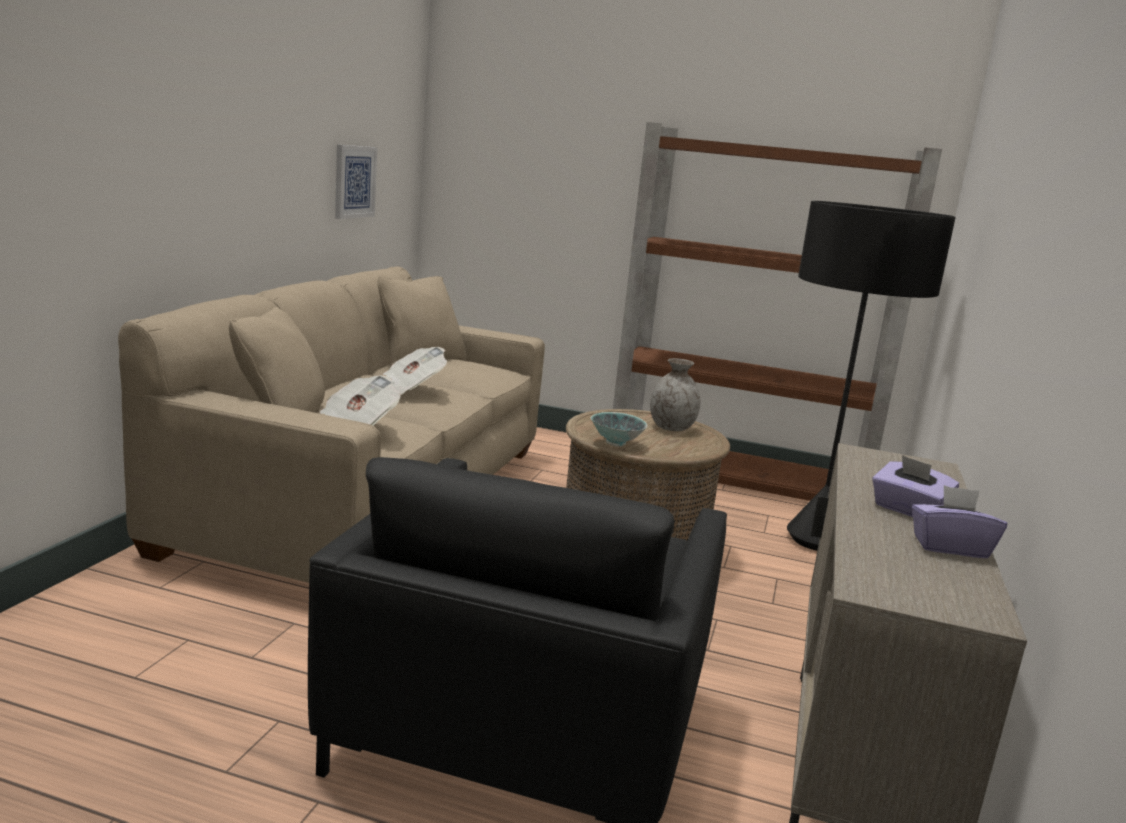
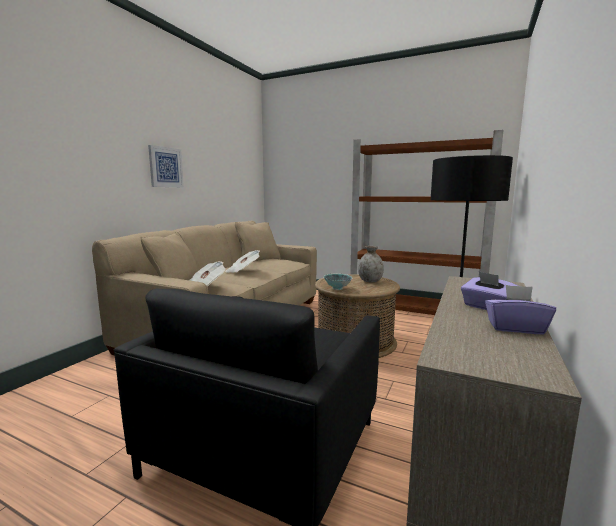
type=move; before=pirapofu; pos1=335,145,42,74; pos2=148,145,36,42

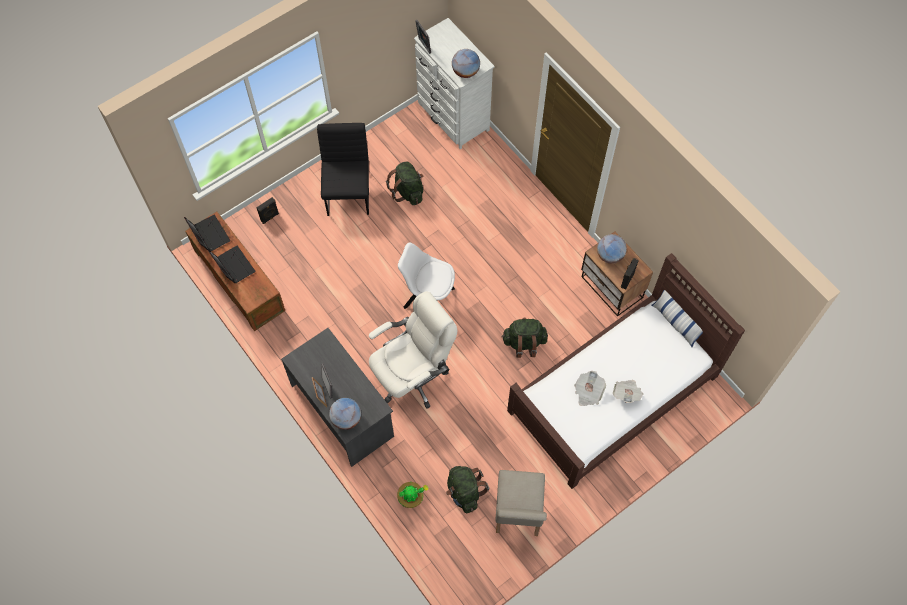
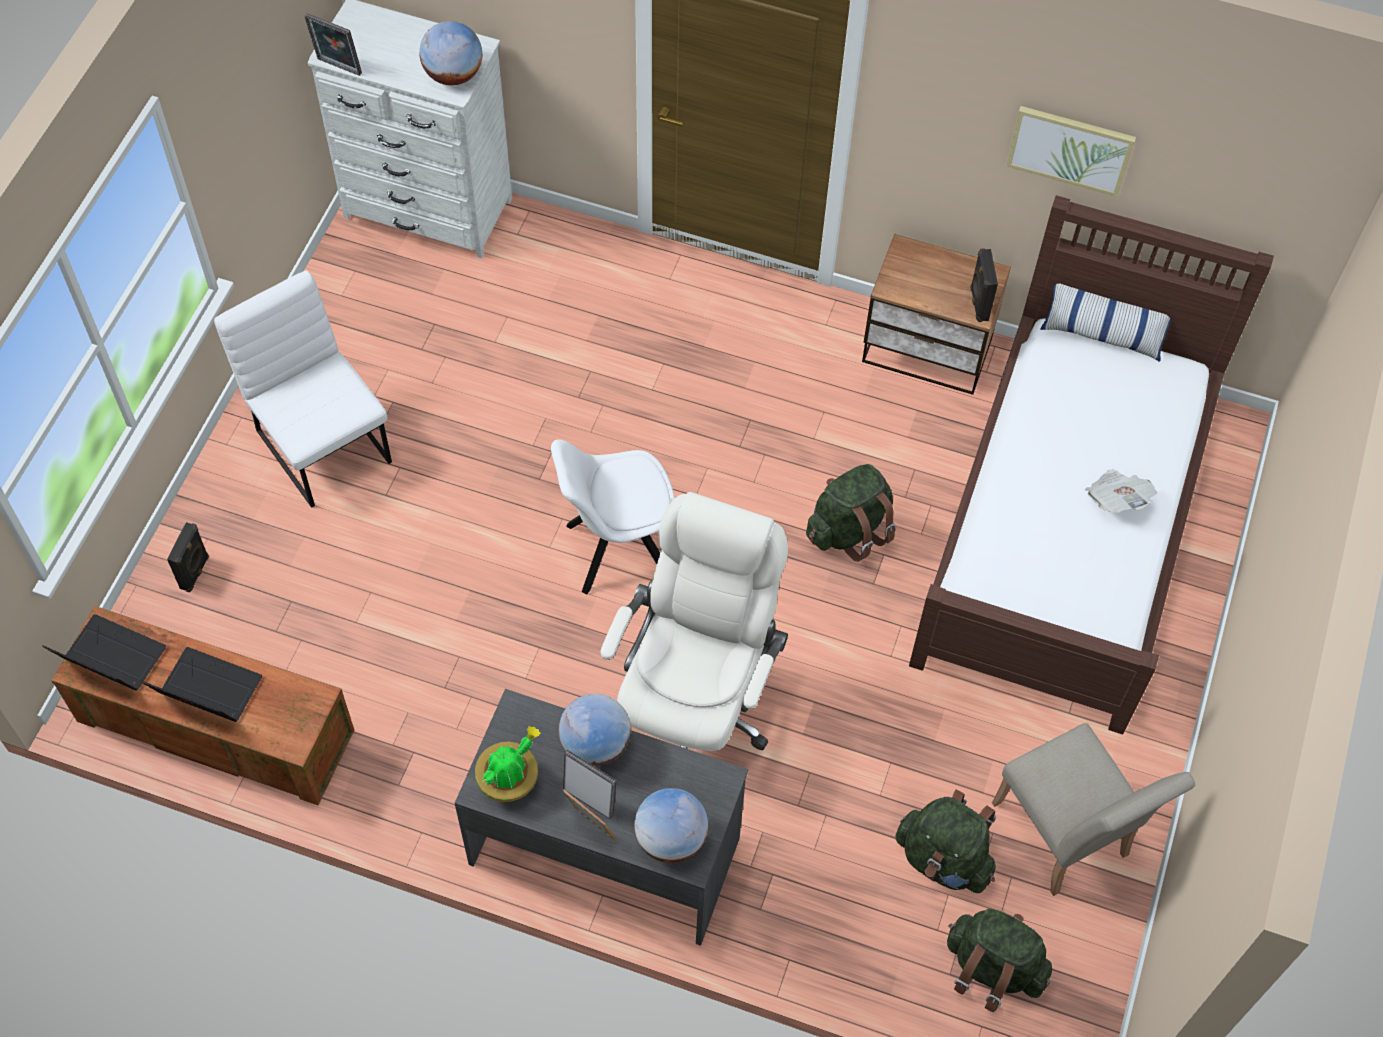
type=delete; before=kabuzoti; pos1=575,371,31,35
type=insert; after=pirapofu; pos2=1006,106,130,91
type=move; before=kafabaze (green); pos1=386,162,37,43; pos2=947,909,105,103
type=move; before=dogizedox; pos1=397,482,31,26; pos2=475,726,65,76
type=move; before=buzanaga; pos1=597,234,30,30; pos2=559,694,72,72
type=recolor; before=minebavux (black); after=minebavux (white); pos1=317,123,52,93; pos2=214,270,178,238

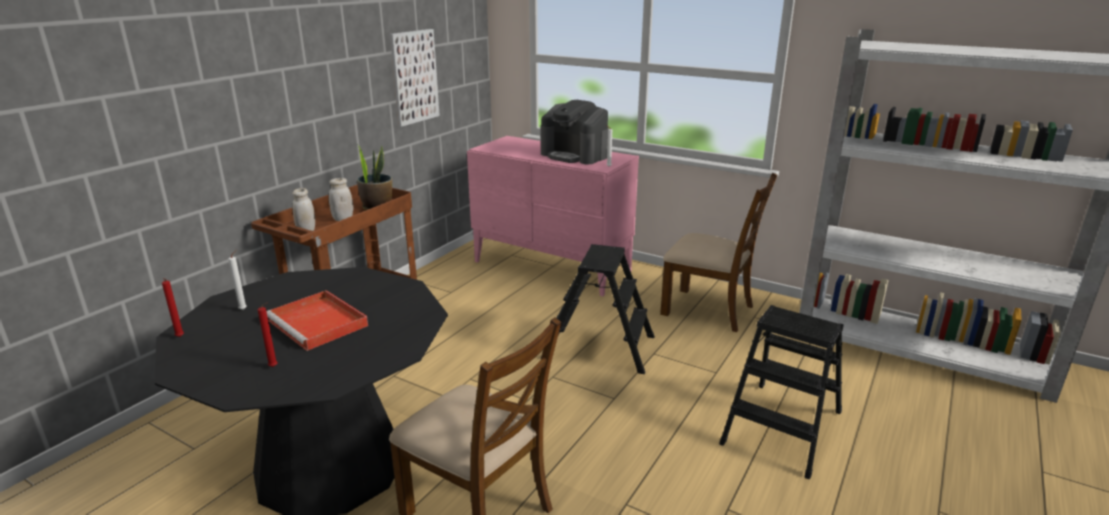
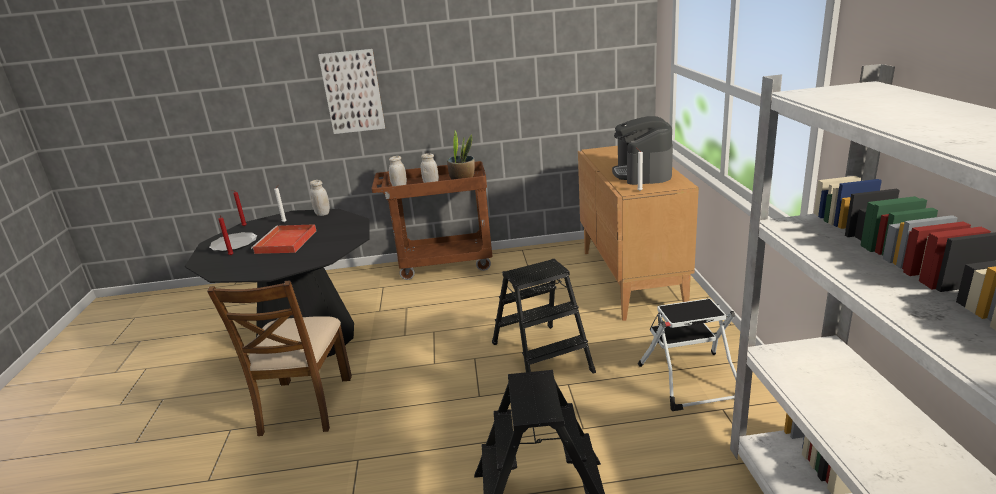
type=insert; after=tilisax; pos2=209,232,48,20
type=insert; after=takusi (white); pos2=310,180,20,36
type=move; before=pirapofu; pos1=390,29,50,98; pos2=318,49,67,85
type=replace; before=minebavux (brown); after=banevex; pos1=660,173,117,159; pos2=638,299,99,112
type=recolor; before=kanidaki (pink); after=kanidaki (brown); pos1=467,136,172,160; pos2=578,146,121,175

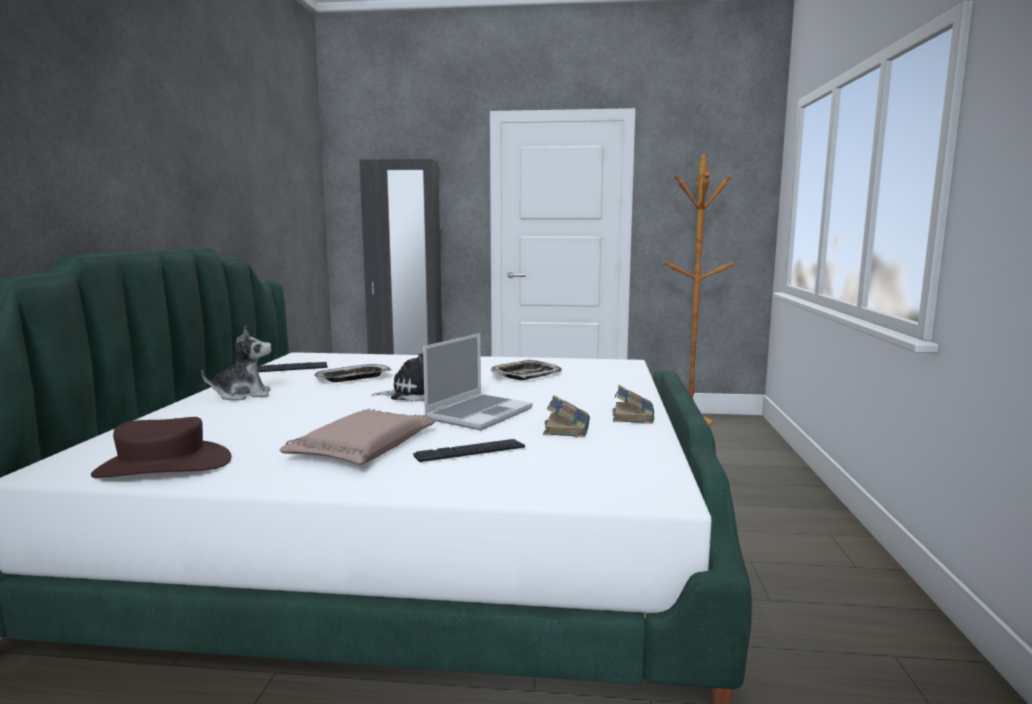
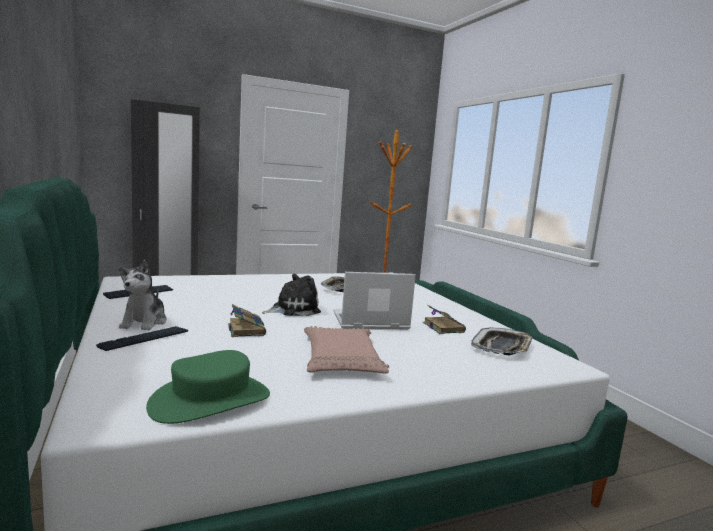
type=move; before=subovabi; pos1=315,364,77,18; pos2=471,327,62,28
type=move; before=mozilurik; pos1=413,439,112,23; pos2=96,326,92,25
type=move; before=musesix; pos1=612,385,42,39; pos2=228,304,38,33
type=recolor; before=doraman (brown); after=doraman (green); pos1=91,417,140,61; pos2=146,350,124,74
type=rotate; before=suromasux; pos1=202,326,70,74; pos2=119,260,48,71; turn=135
type=rotate; before=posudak; pos1=423,333,110,97; pos2=333,272,83,58; turn=-105

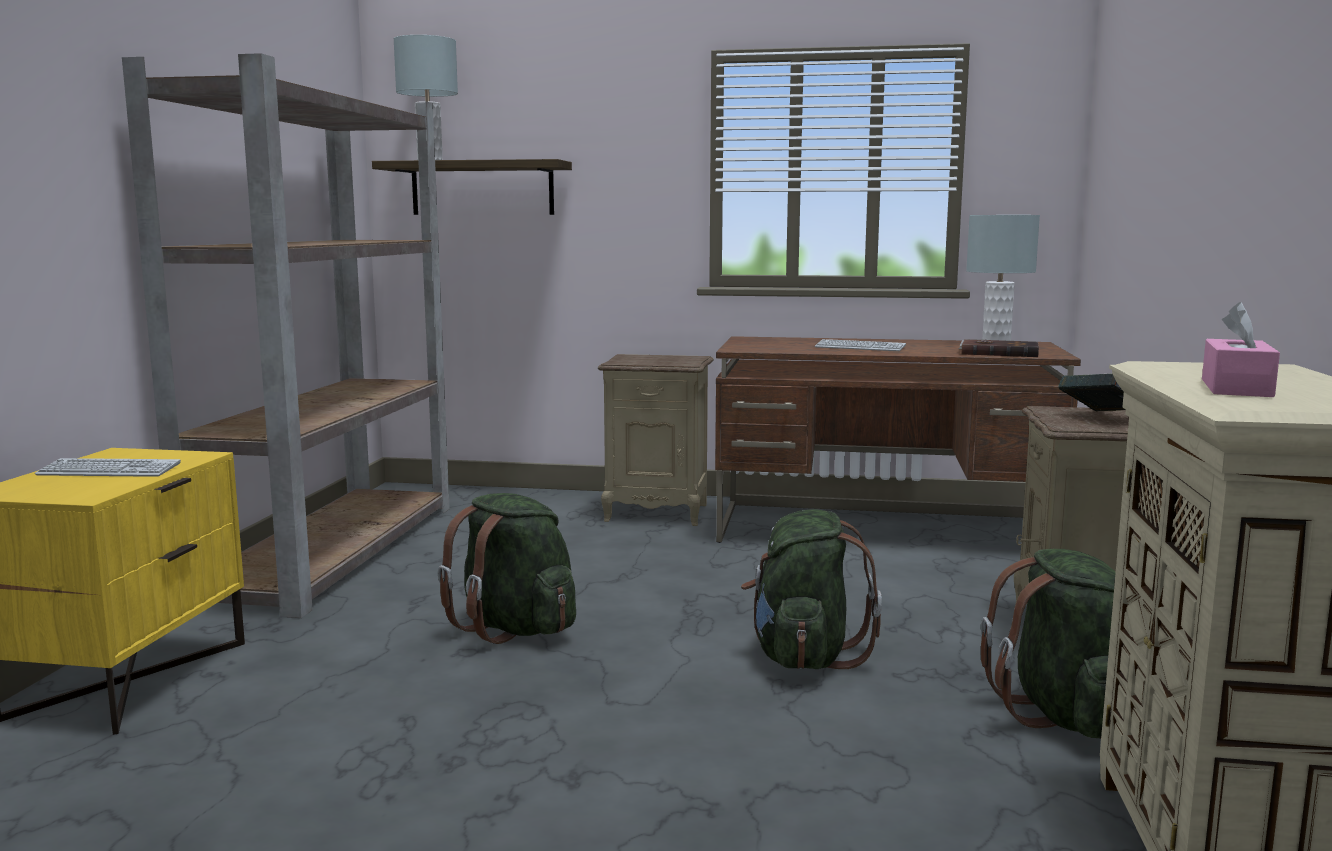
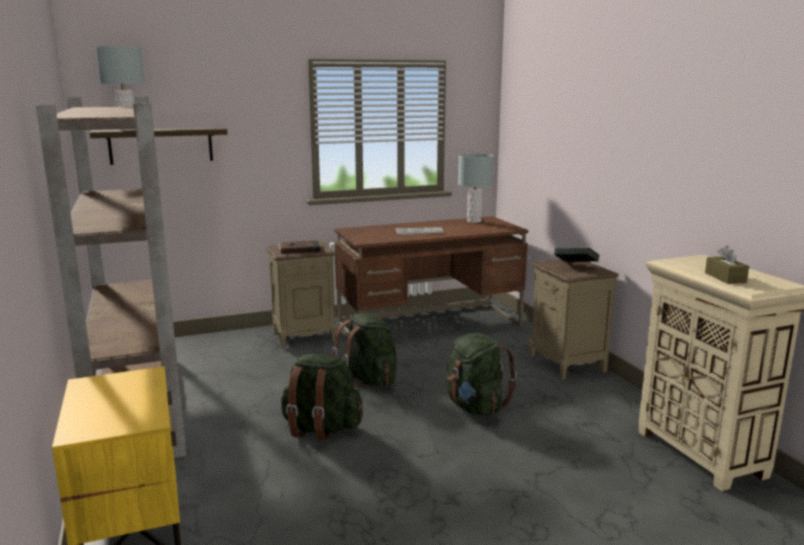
type=delete; before=mozilurik; pos1=35,458,146,19
type=move; before=musesix (brown); pos1=959,339,80,18; pos2=279,240,41,14
type=move; before=kafabaze (green); pos1=981,549,135,190; pos2=332,313,65,75
type=recolor; before=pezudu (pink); after=pezudu (brown); pos1=1202,302,78,95; pos2=705,246,44,38

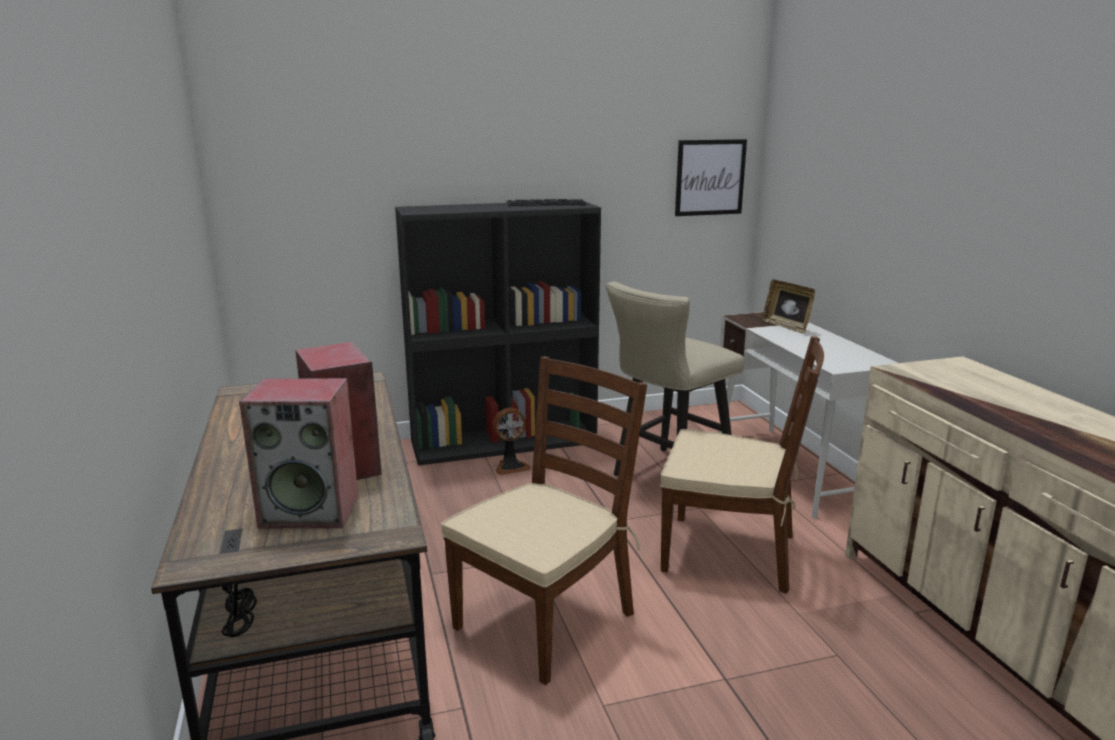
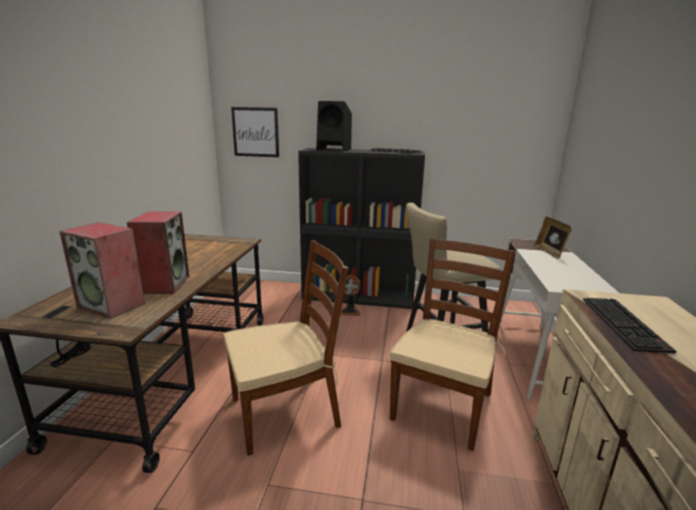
type=insert; after=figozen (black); pos2=316,101,36,51
type=insert; after=mozilurik; pos2=583,298,94,56
type=move; before=pirapofu; pos1=675,139,72,77; pos2=231,107,48,50
type=rotate; before=minebavux (brown); pos1=660,336,164,258; pos2=390,238,126,213; turn=-105

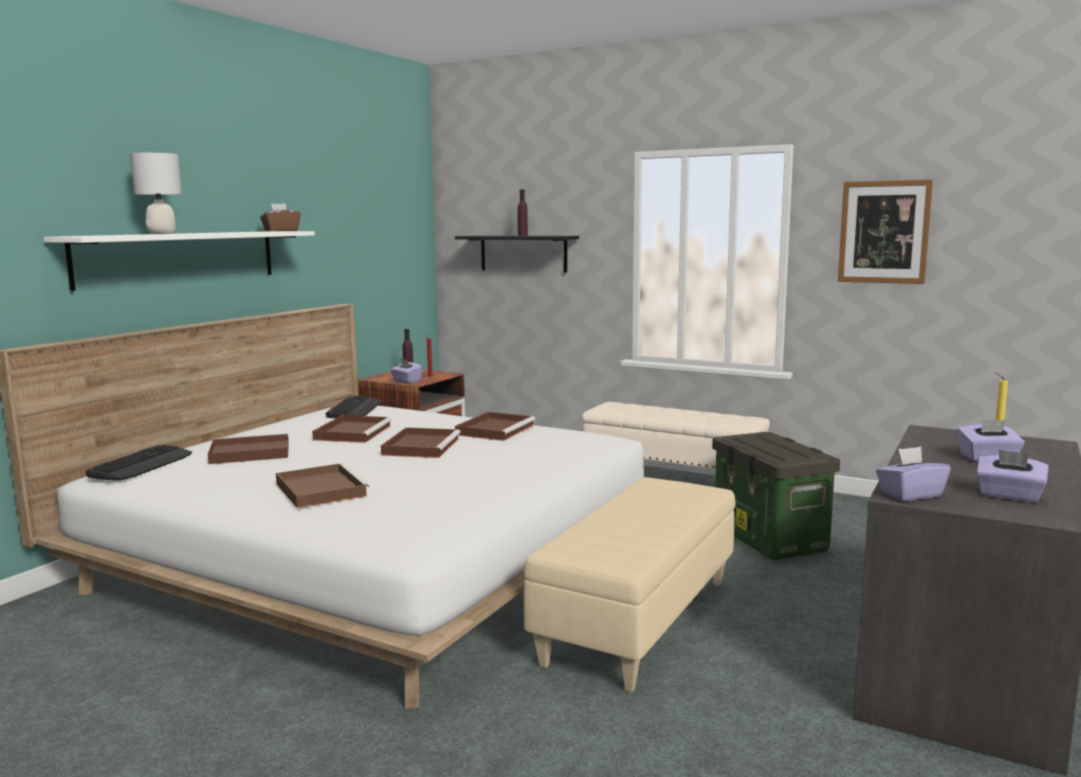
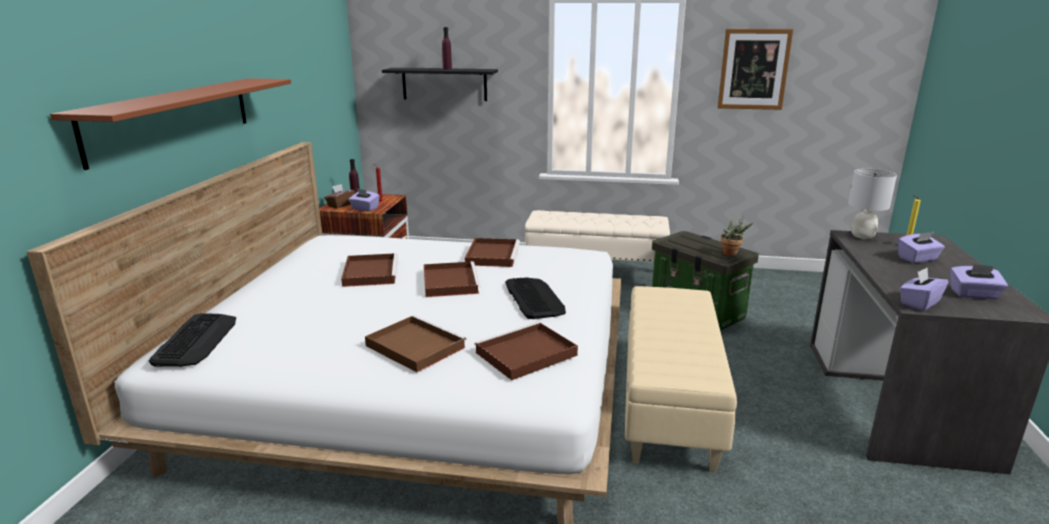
type=insert; after=dogizedox; pos2=721,217,32,39
type=move; before=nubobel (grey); pos1=130,153,52,81; pos2=848,169,49,70
type=move; before=subovabi (brown); pos1=208,433,81,31; pos2=475,322,103,58
type=move; before=pezudu (brown); pos1=260,203,41,28; pos2=324,184,31,24
type=move; before=mozilurik; pos1=325,396,56,22; pos2=505,277,61,42
type=recolor; before=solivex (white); after=solivex (brown); pos1=44,231,271,60; pos2=50,78,241,92

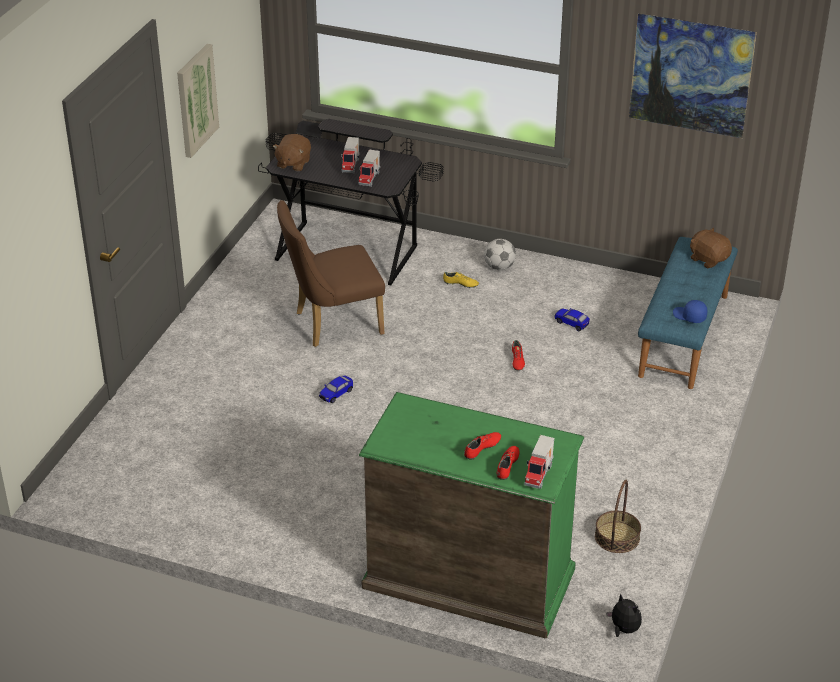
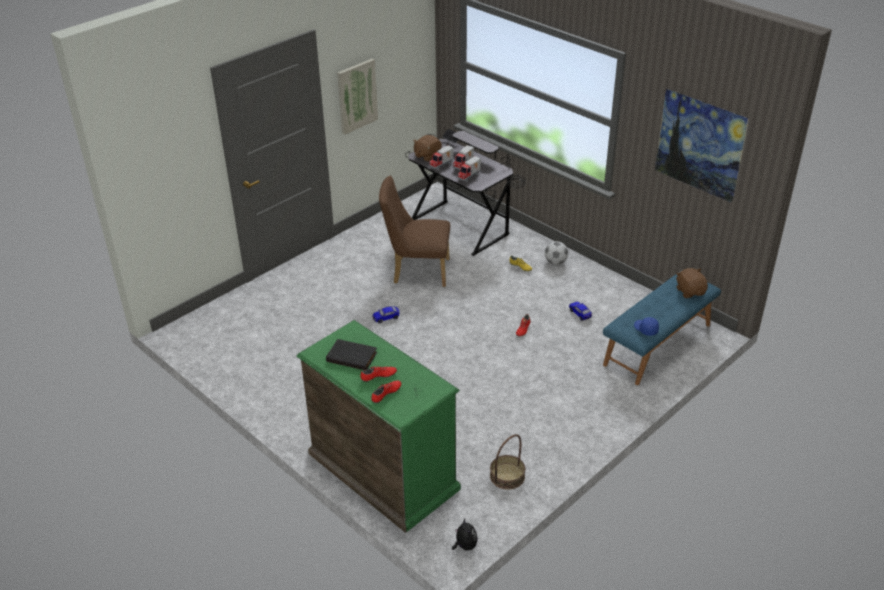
type=insert; after=musesix (black); pos2=326,339,51,31
type=move; before=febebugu; pos1=524,435,30,54; pos2=429,145,25,25

